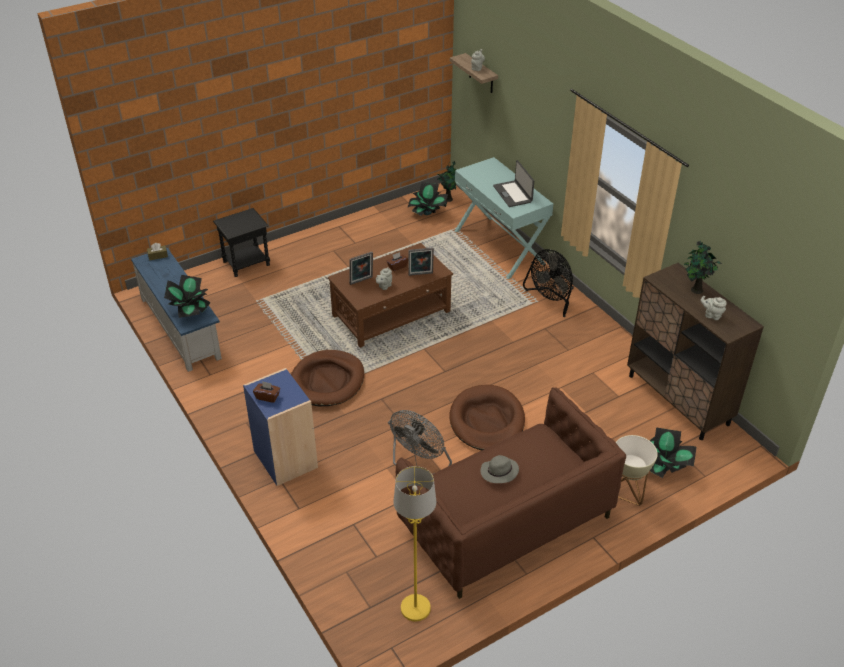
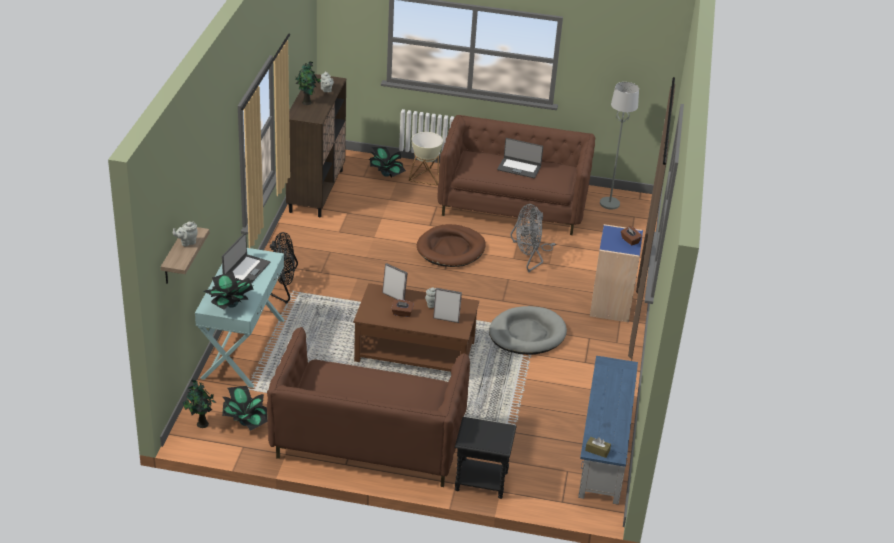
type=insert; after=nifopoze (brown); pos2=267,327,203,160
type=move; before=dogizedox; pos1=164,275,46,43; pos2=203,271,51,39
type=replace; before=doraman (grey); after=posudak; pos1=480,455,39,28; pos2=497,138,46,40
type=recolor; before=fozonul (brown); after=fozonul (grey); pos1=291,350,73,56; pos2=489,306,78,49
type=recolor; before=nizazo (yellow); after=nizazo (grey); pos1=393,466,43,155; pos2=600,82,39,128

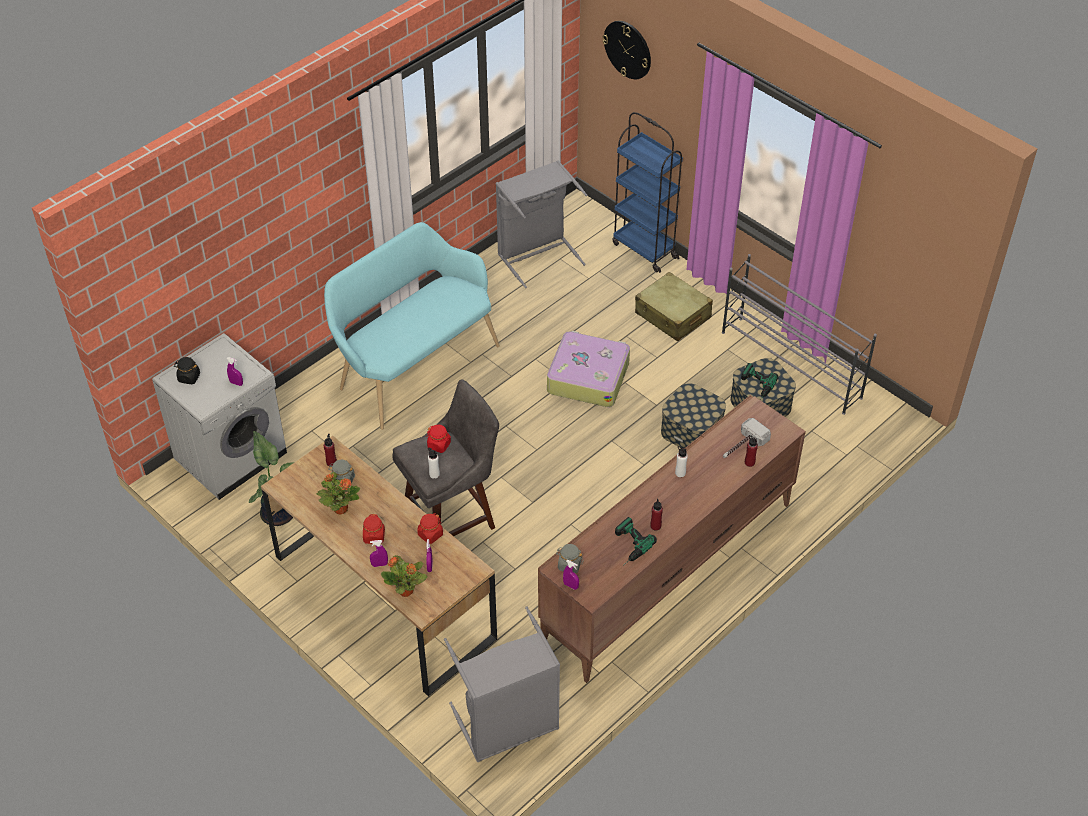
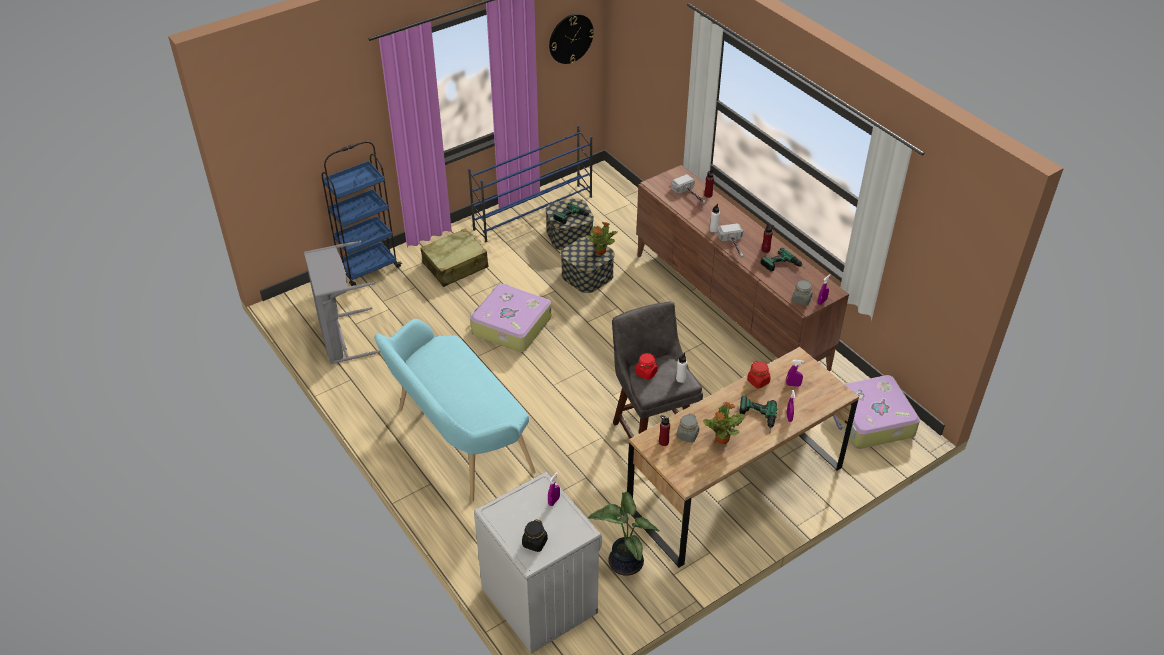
type=insert; after=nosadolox; pos2=717,223,26,35
type=move; before=dogizedox; pos1=381,555,46,42; pos2=585,222,33,33
type=move; before=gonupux; pos1=603,21,48,58; pos2=549,14,45,50
type=replace; before=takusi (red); after=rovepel; pos1=363,514,22,30; pos2=739,396,38,34
type=replace; before=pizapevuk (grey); after=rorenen; pos1=444,606,116,156; pos2=833,375,87,74
type=recolor; before=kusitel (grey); after=kusitel (blue); pos1=722,254,155,161; pos2=468,126,124,116

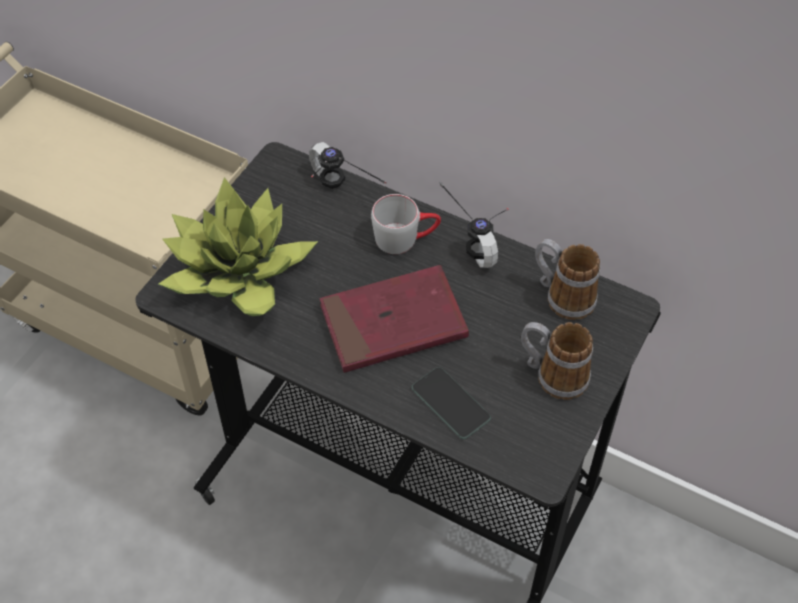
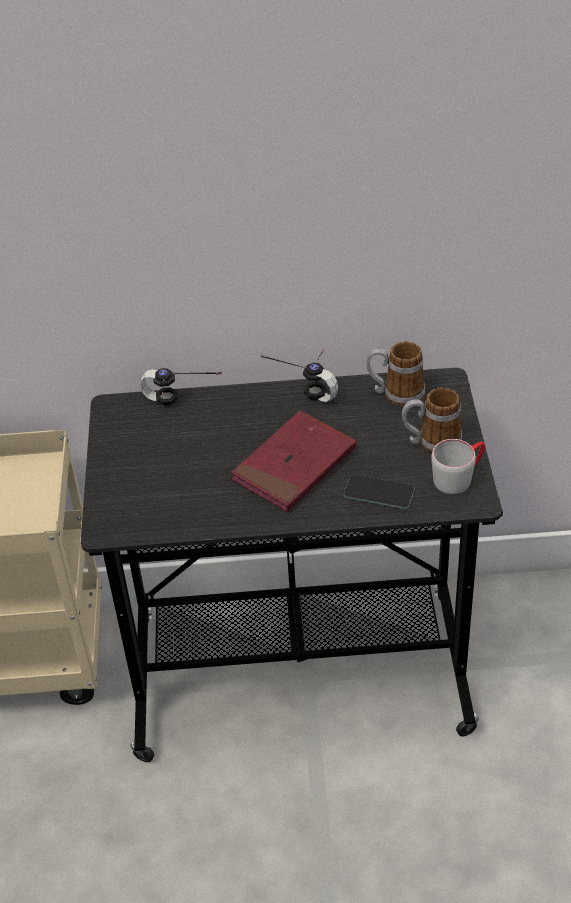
type=delete; before=dogizedox; pos1=158,177,160,139
type=move; before=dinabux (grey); pos1=371,194,70,60; pos2=431,439,54,55

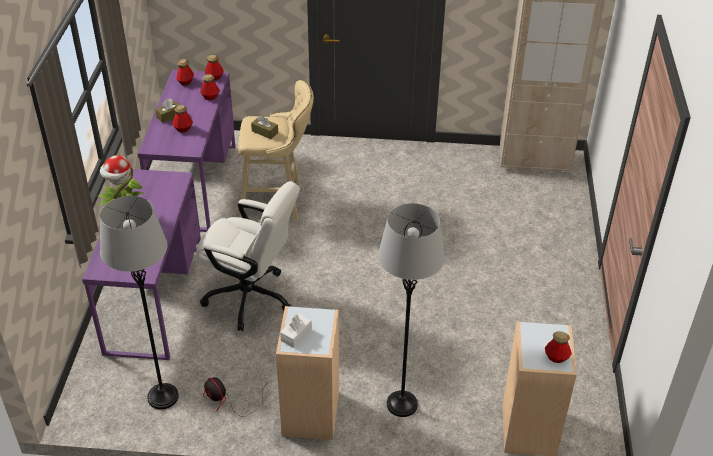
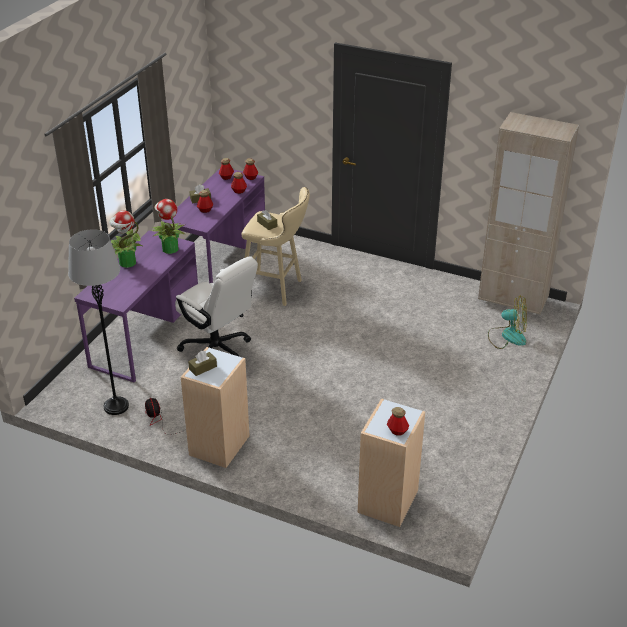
type=delete; before=nizazo (grey); pos1=378,203,67,214
type=insert; after=dogizedox; pos2=152,199,32,55
type=insert; after=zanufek; pos2=488,296,39,53
type=recolor; before=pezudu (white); after=pezudu (brown); pos1=280,314,32,34; pos2=188,351,29,25

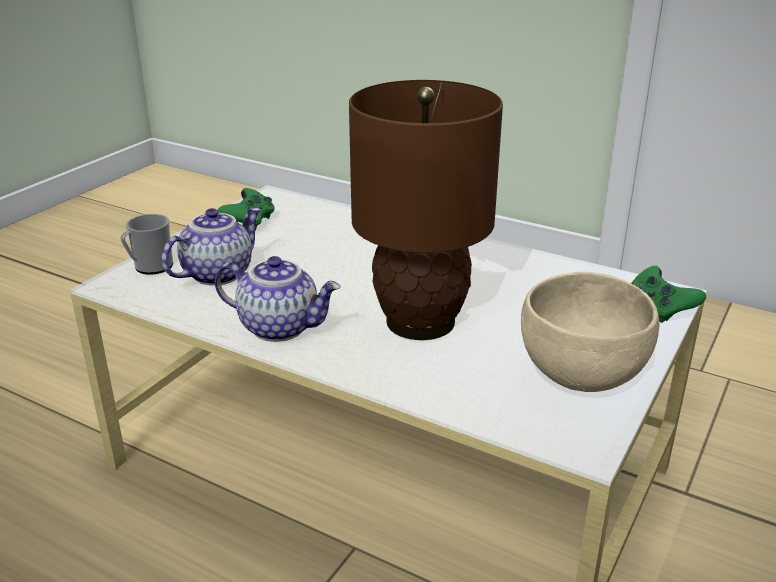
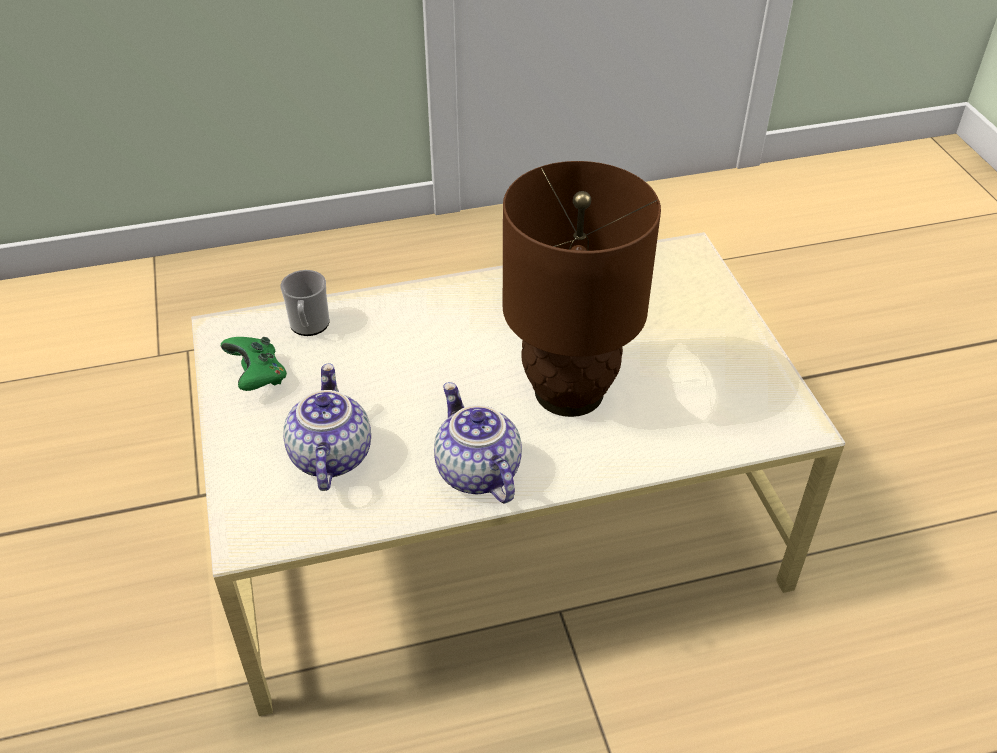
type=delete; before=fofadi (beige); pos1=521,272,138,120
type=delete; before=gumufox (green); pos1=631,266,75,57
type=move; before=dinabux; pos1=120,214,53,61; pos2=281,270,49,66
type=rotate; before=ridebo; pos1=215,256,126,86; pos2=434,382,88,121; turn=-90

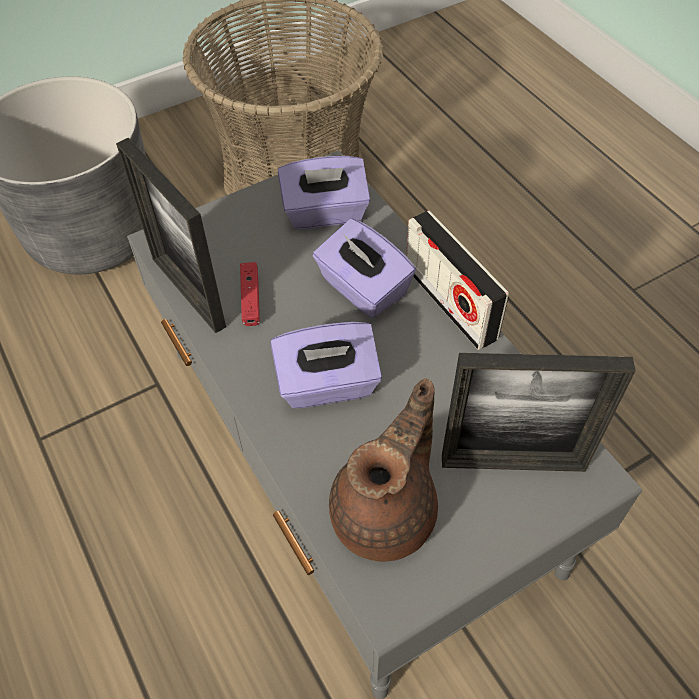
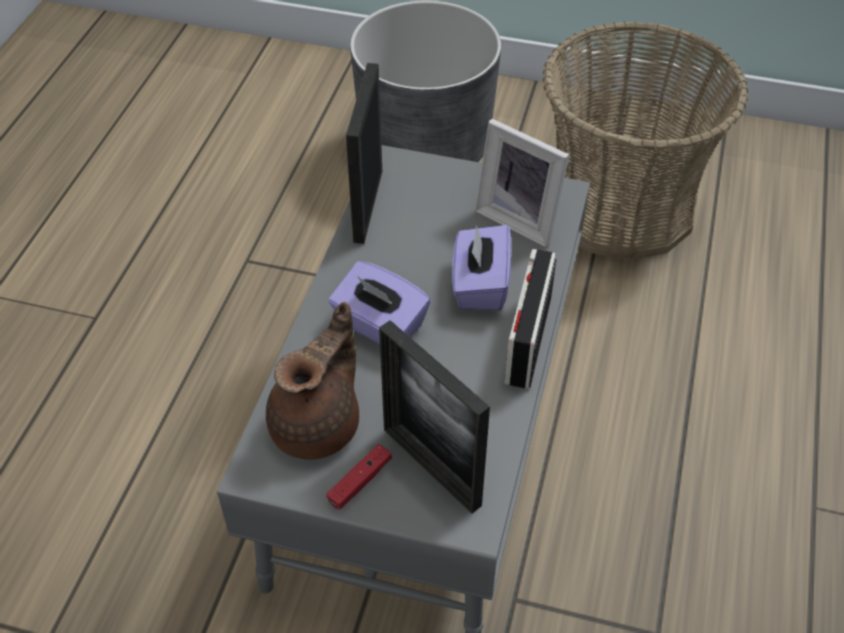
type=move; before=gumufox (red); pos1=240,262,20,64; pos2=327,444,65,66
type=replace; before=pezudu (purple); after=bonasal; pos1=278,156,92,73; pos2=475,119,94,128
type=rotate; before=ridebo (brown); pos1=329,378,109,184; pos2=266,301,93,159; turn=-45

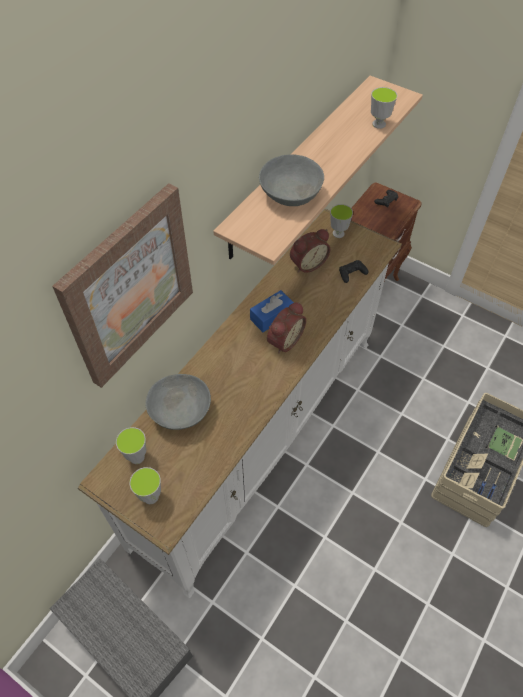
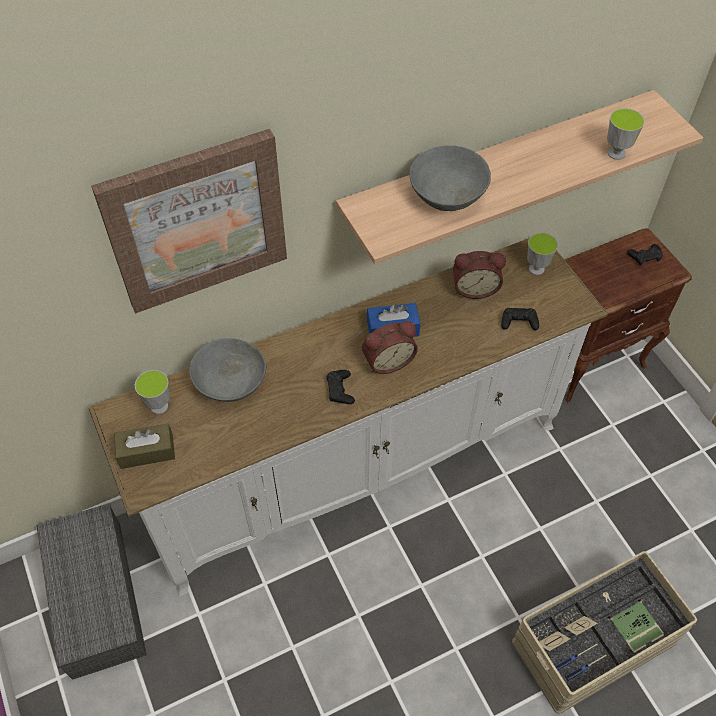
type=insert; after=gumufox (black); pos2=326,370,29,34
type=replace; before=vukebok; after=pezudu (brown); pos1=129,467,32,37; pos2=114,423,61,46

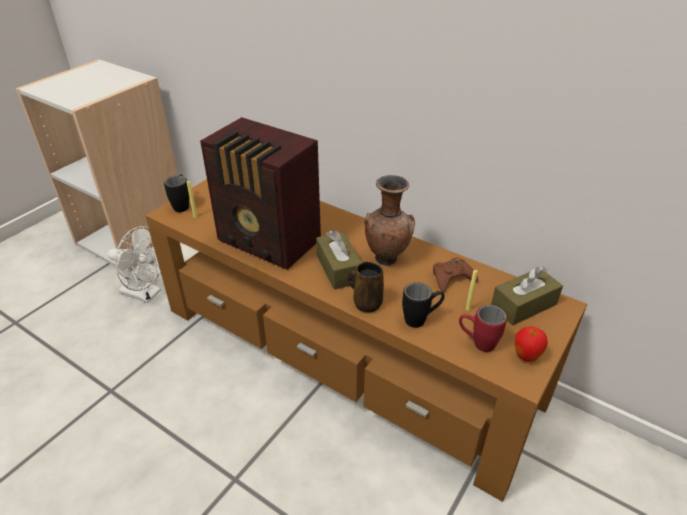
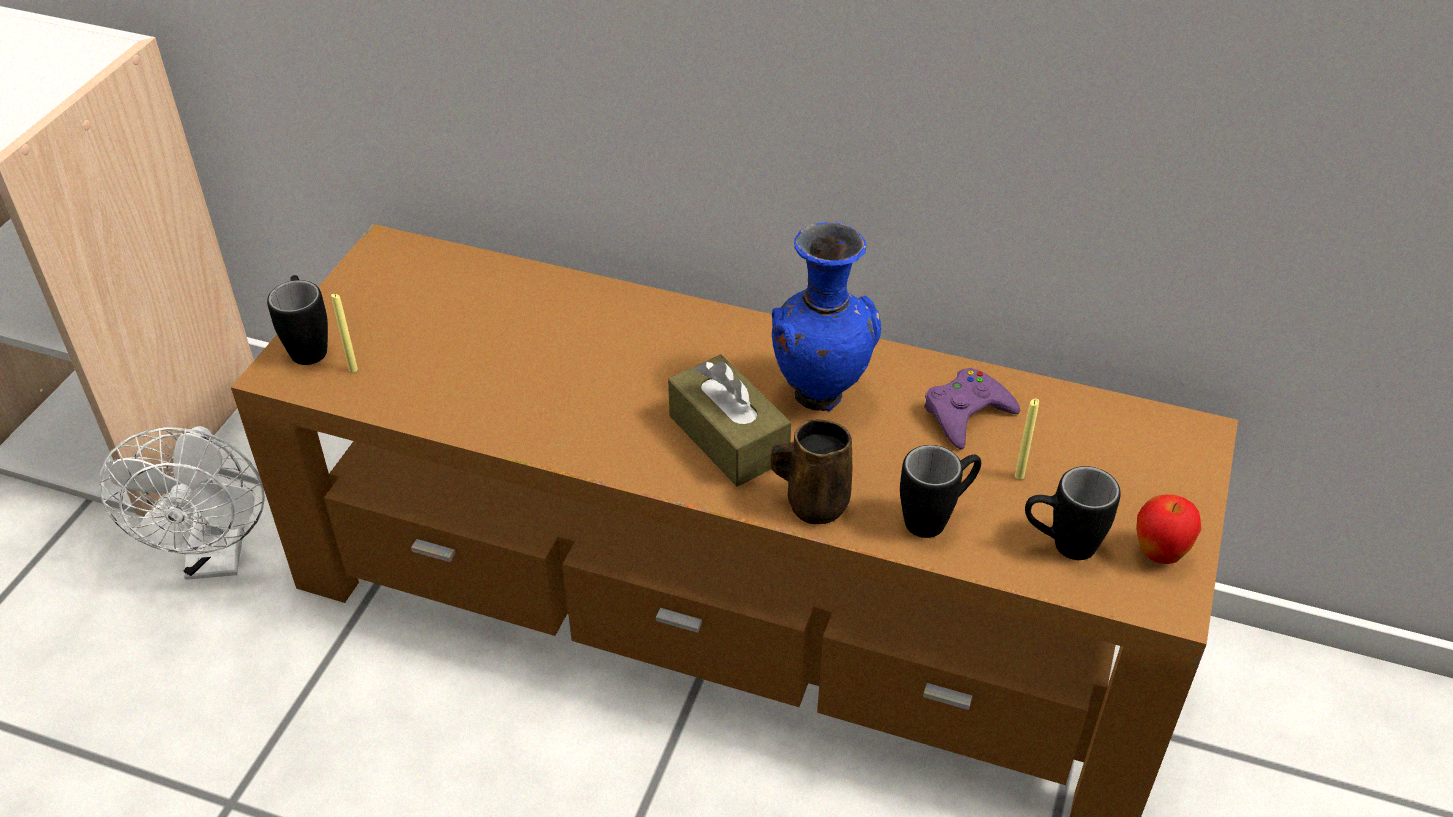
type=delete; before=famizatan; pos1=200,117,121,153
type=delete; before=pezudu (brown); pos1=491,266,72,59
type=recolor; before=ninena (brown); after=ninena (blue); pos1=364,175,51,91; pos2=772,222,110,189
type=recolor; before=gumufox (brown); after=gumufox (purple); pos1=433,258,45,35; pos2=924,368,96,81
type=recolor; before=dinabux (red); after=dinabux (black); pos1=459,305,48,47; pos2=1025,466,96,94
type=rotate; before=zanufek (white); pos1=107,226,54,77; pos2=99,426,166,154; turn=75

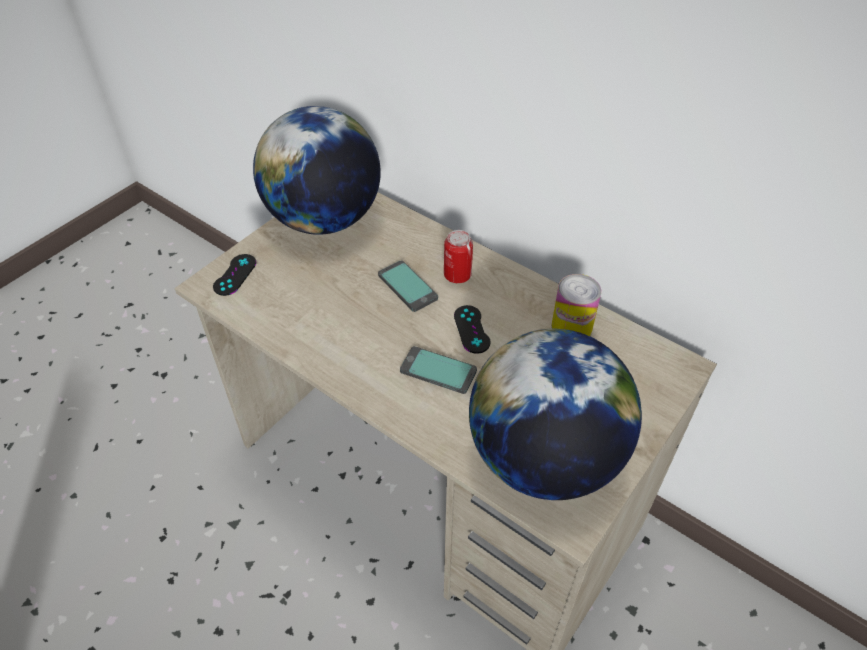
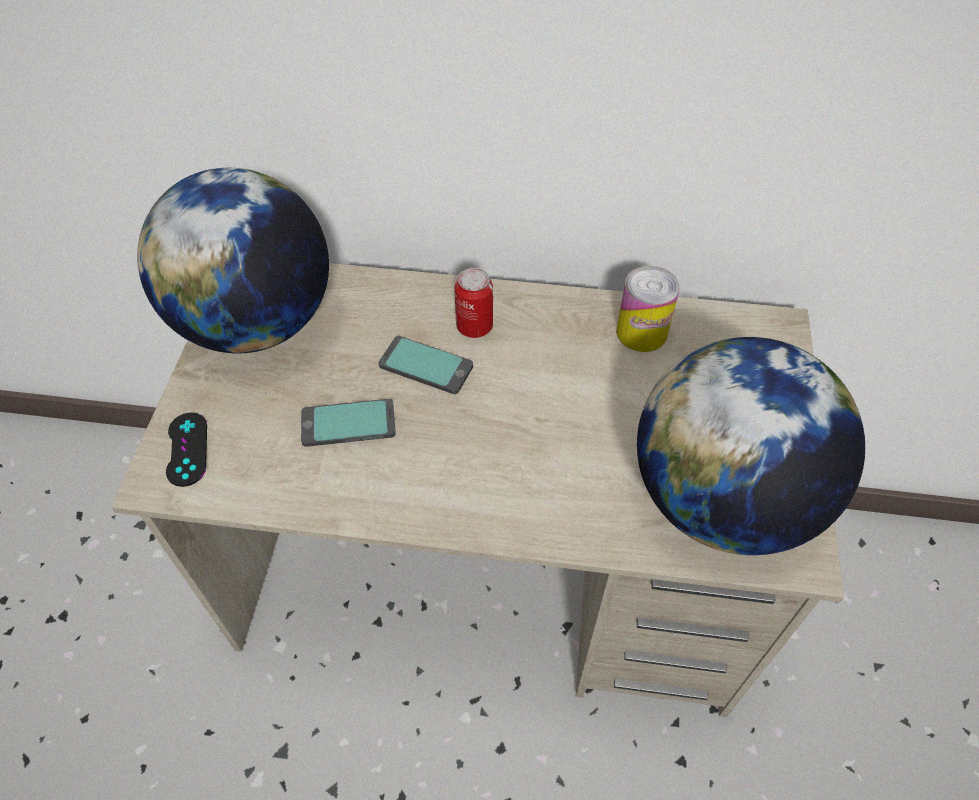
type=delete; before=gumufox (black); pos1=454,305,37,49
type=move; before=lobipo; pos1=400,346,77,48; pos2=301,399,95,48

